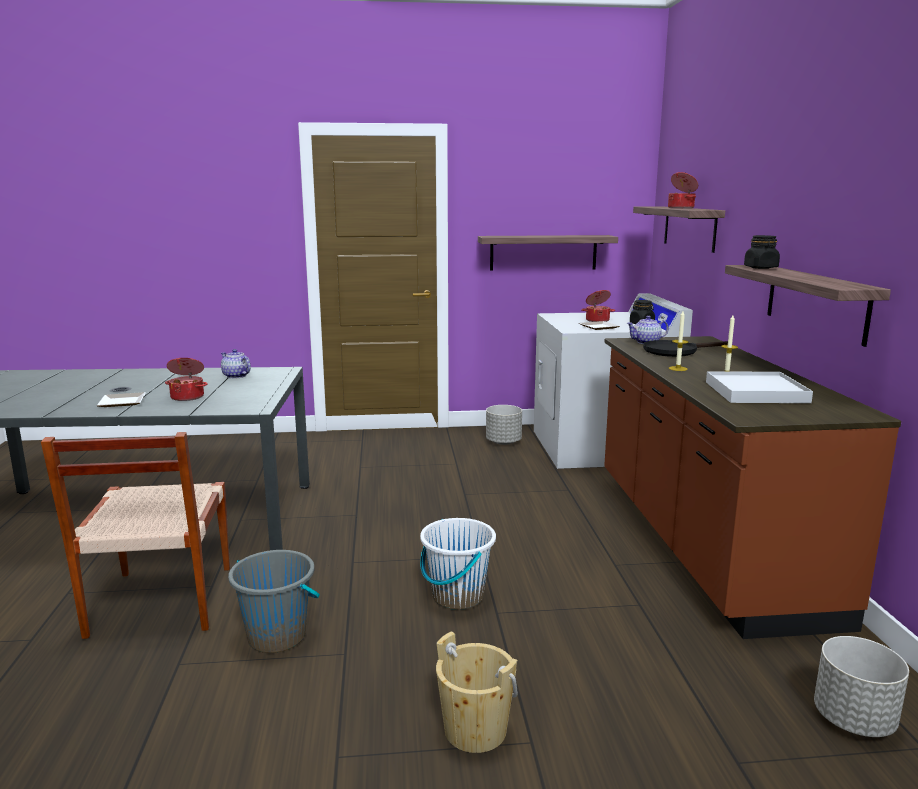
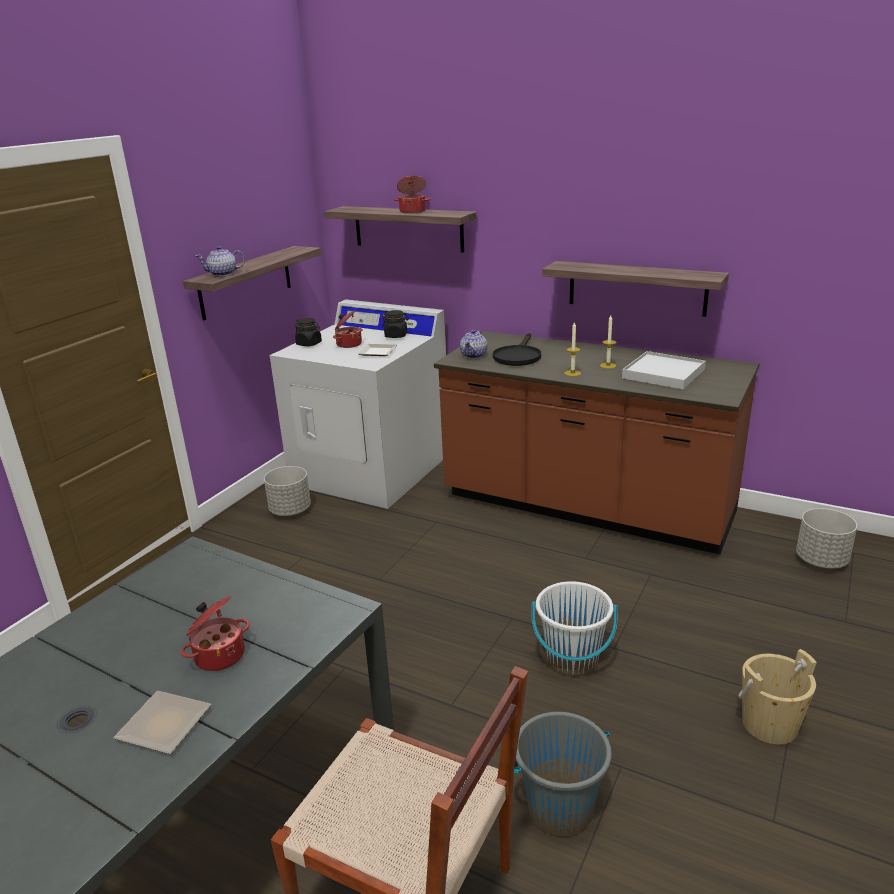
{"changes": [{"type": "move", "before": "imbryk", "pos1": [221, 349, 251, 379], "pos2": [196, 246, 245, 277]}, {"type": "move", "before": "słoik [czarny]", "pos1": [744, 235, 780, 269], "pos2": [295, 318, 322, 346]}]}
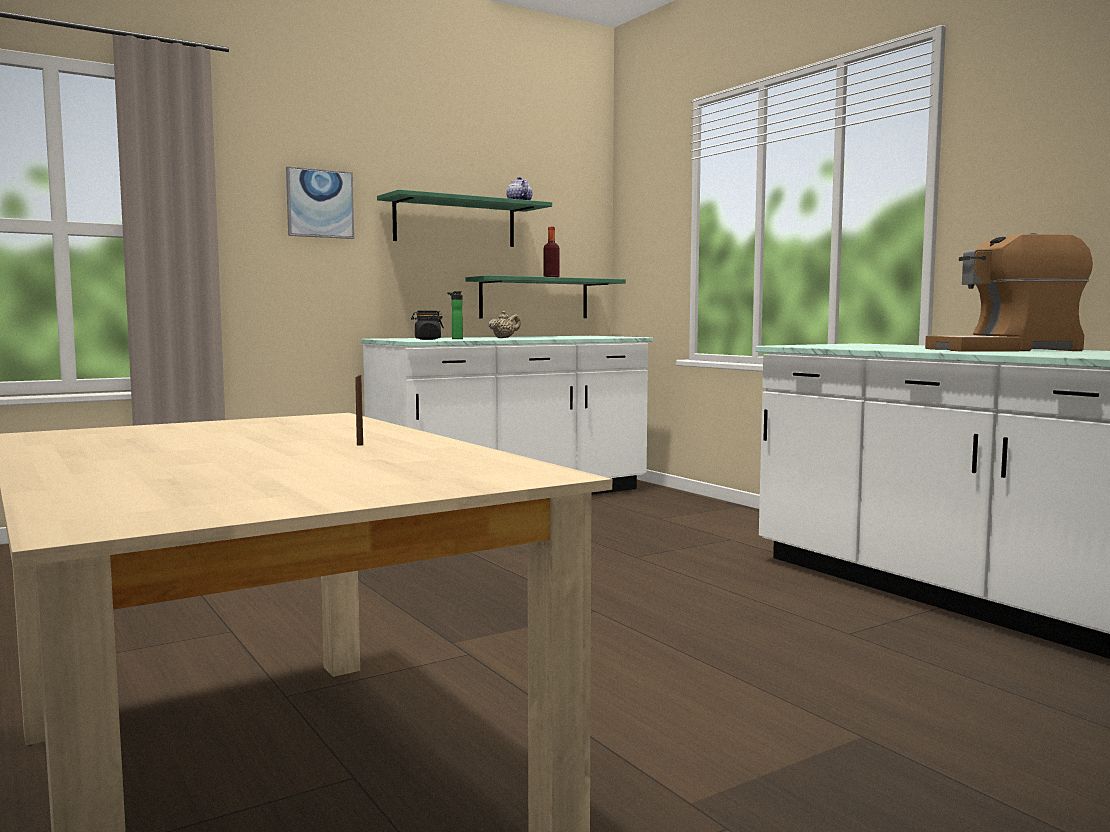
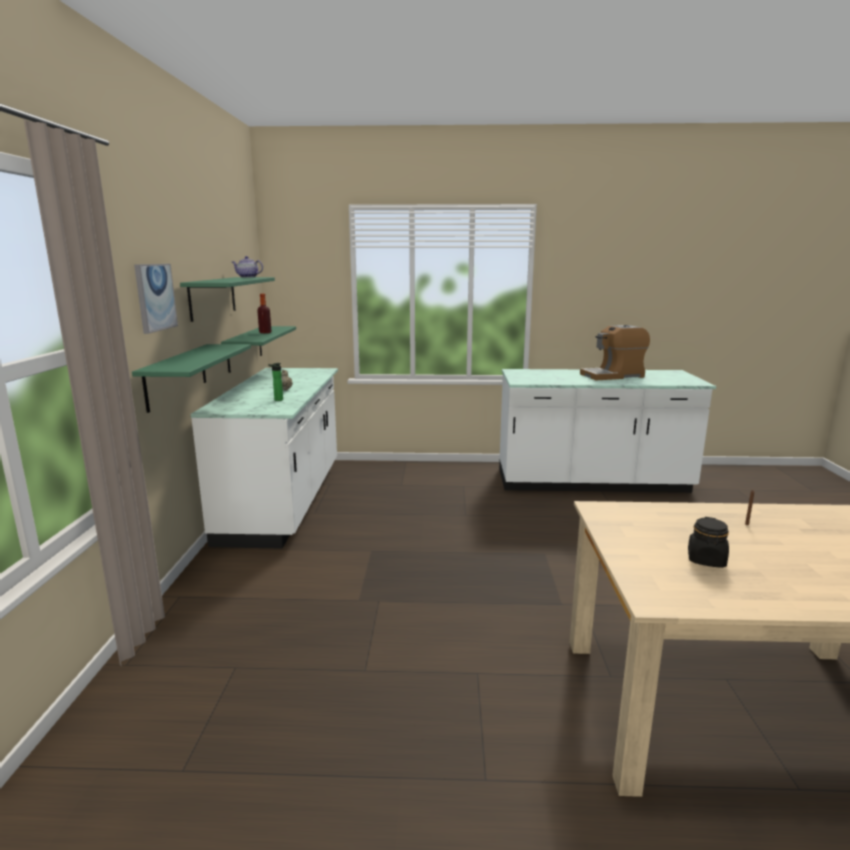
{"changes": [{"type": "insert", "after": "półka [zielony]", "pos2": [132, 344, 251, 413]}, {"type": "move", "before": "słoik [czarny]", "pos1": [411, 310, 444, 340], "pos2": [688, 517, 729, 568]}, {"type": "rotate", "before": "ekspres do kawy", "pos1": [925, 233, 1093, 352], "pos2": [580, 325, 650, 380], "turn": 45}]}
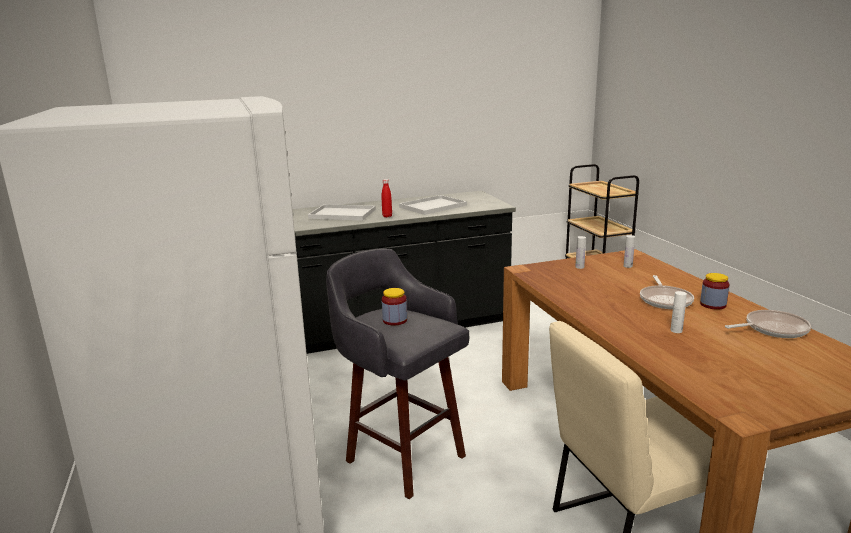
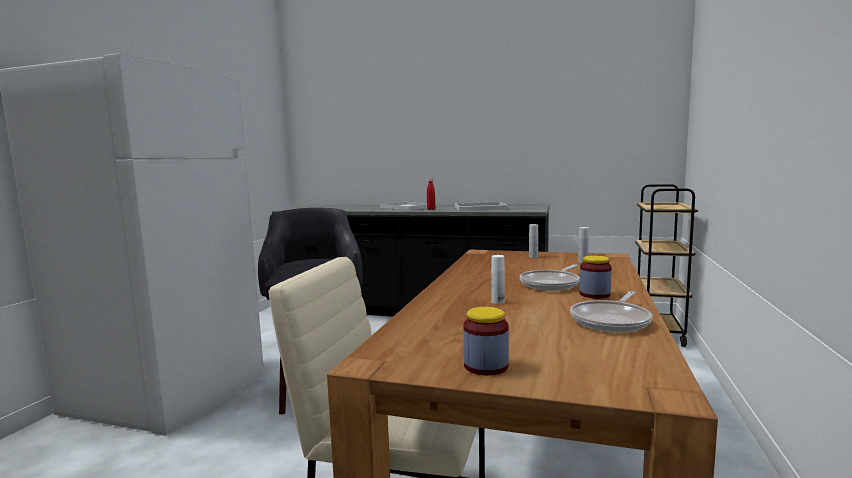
{"changes": [{"type": "move", "before": "słoik", "pos1": [382, 288, 407, 325], "pos2": [463, 307, 509, 375]}, {"type": "rotate", "before": "patelnia", "pos1": [725, 310, 811, 338], "pos2": [570, 291, 652, 332], "turn": 105}]}
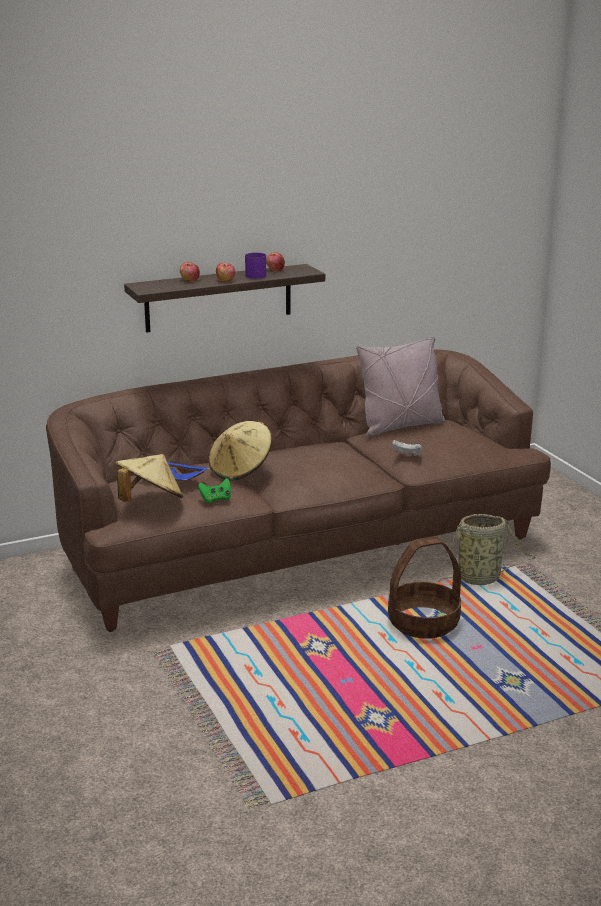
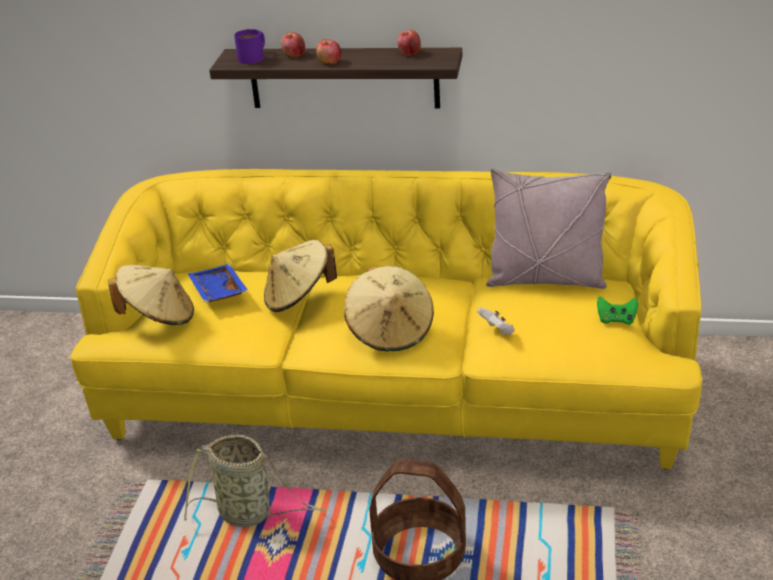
{"changes": [{"type": "insert", "after": "kapelusz [beżowy]", "pos2": [344, 266, 434, 352]}, {"type": "move", "before": "pad do gier [zielony]", "pos1": [198, 478, 231, 503], "pos2": [597, 296, 638, 325]}, {"type": "move", "before": "kubek [fioletowy]", "pos1": [245, 253, 266, 278], "pos2": [234, 29, 265, 64]}, {"type": "move", "before": "koszyk", "pos1": [438, 514, 537, 585], "pos2": [184, 435, 326, 527]}, {"type": "recolor", "before": "kanapa [brązowy]", "after": "kanapa [żółty]", "pos1": [46, 349, 551, 632], "pos2": [71, 169, 702, 470]}]}
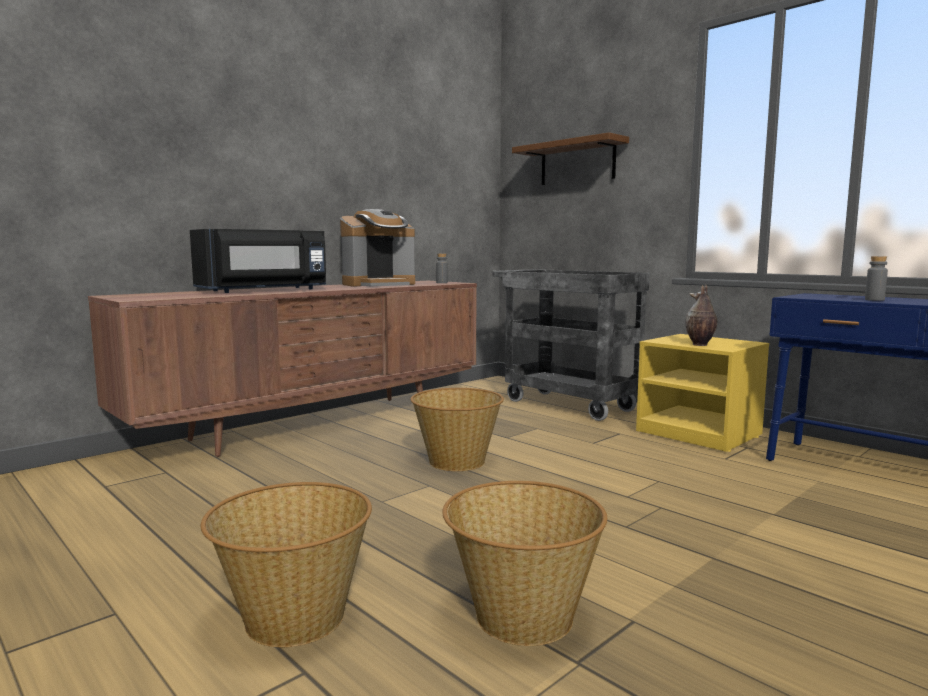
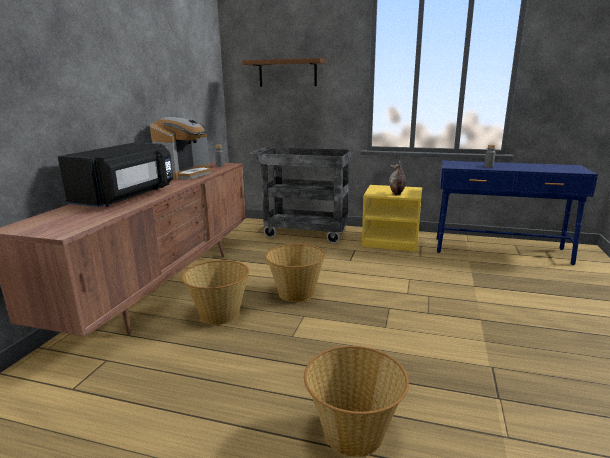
{"changes": [{"type": "move", "before": "koszyk", "pos1": [442, 481, 607, 646], "pos2": [181, 260, 249, 325]}]}
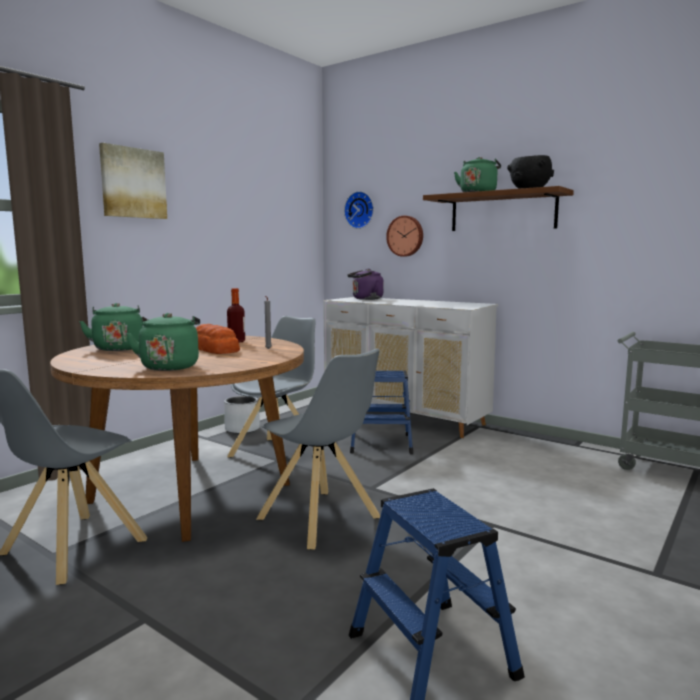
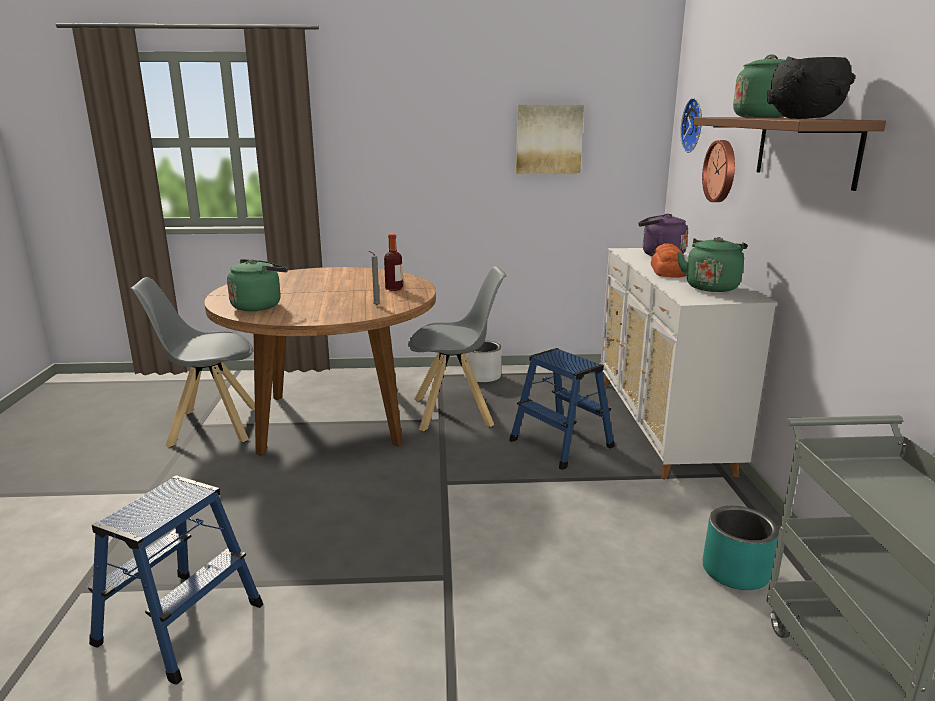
{"changes": [{"type": "delete", "before": "krzesło [szary]", "pos1": [256, 349, 380, 550]}, {"type": "insert", "after": "donica [turkusowy]", "pos2": [703, 506, 779, 590]}, {"type": "move", "before": "czajnik [zielony]", "pos1": [79, 303, 143, 351], "pos2": [677, 237, 747, 292]}, {"type": "move", "before": "obraz", "pos1": [99, 143, 167, 219], "pos2": [516, 105, 584, 173]}, {"type": "move", "before": "chleb", "pos1": [196, 324, 240, 354], "pos2": [651, 243, 686, 277]}]}
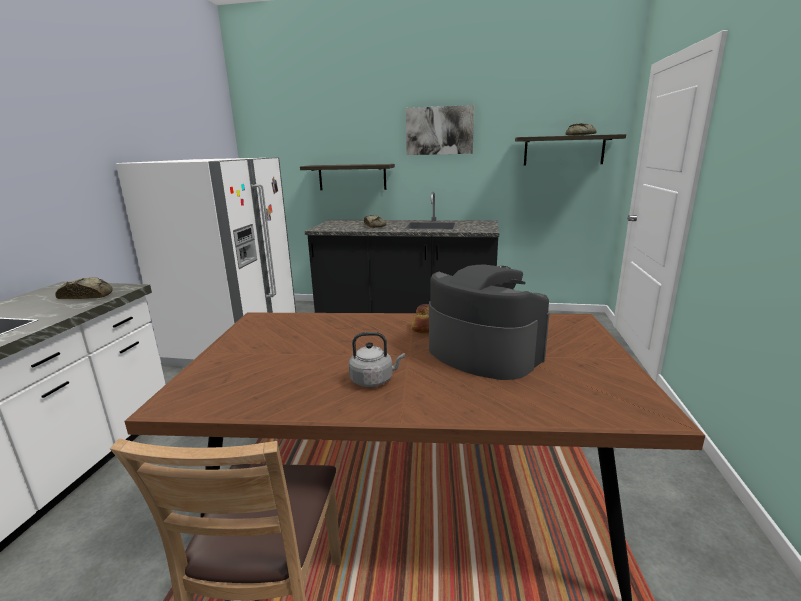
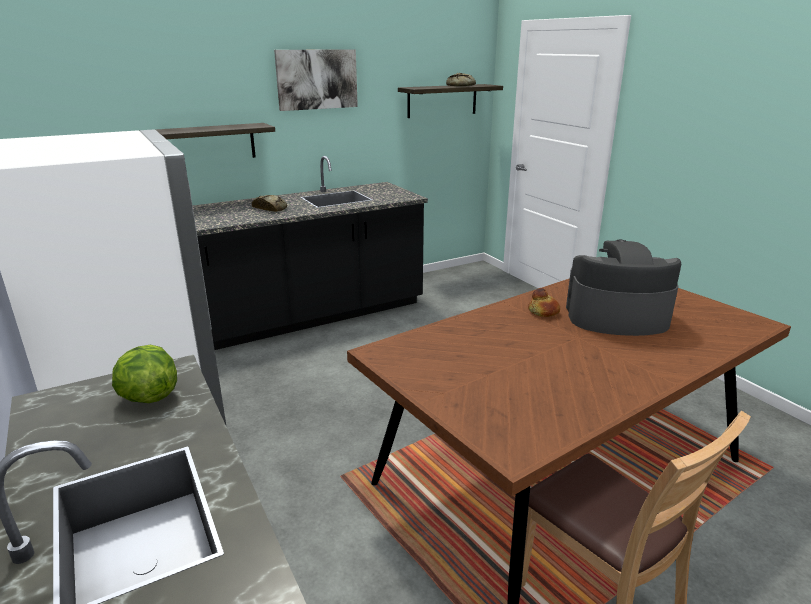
{"changes": [{"type": "delete", "before": "czajnik [szary]", "pos1": [348, 332, 405, 387]}, {"type": "replace", "before": "chleb", "after": "sałata", "pos1": [55, 277, 112, 299], "pos2": [112, 345, 177, 403]}]}
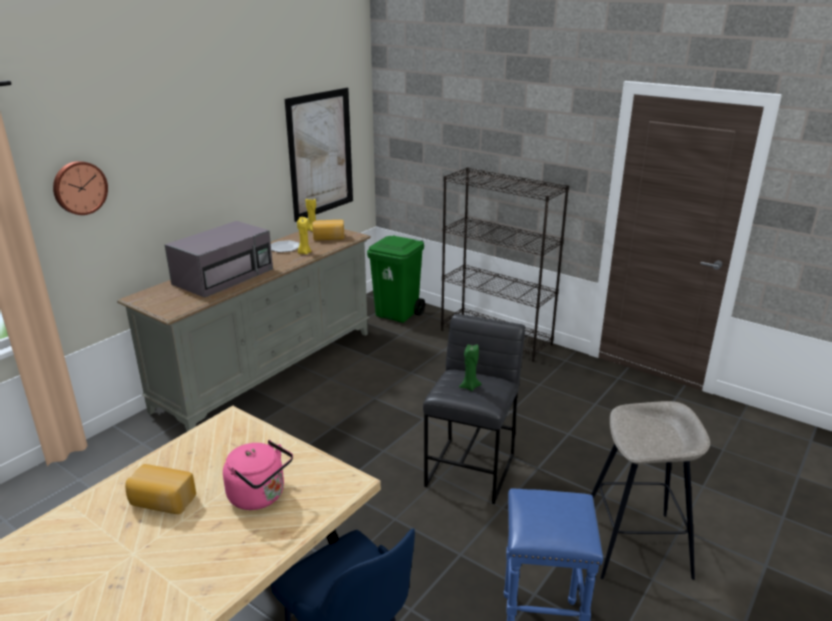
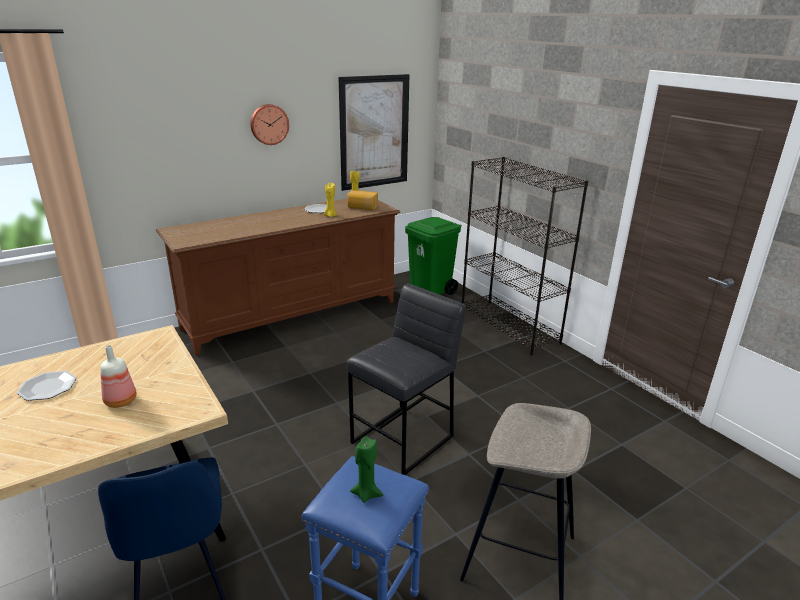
{"changes": [{"type": "delete", "before": "mikrofalówka [szary]", "pos1": [165, 221, 273, 298]}, {"type": "move", "before": "zegar ścienny", "pos1": [53, 161, 108, 215], "pos2": [250, 104, 289, 145]}, {"type": "move", "before": "świeca [zielony]", "pos1": [459, 344, 482, 391], "pos2": [350, 436, 383, 503]}, {"type": "replace", "before": "chleb", "after": "talerz", "pos1": [125, 464, 196, 514], "pos2": [17, 371, 77, 401]}, {"type": "replace", "before": "czajnik [różowy]", "after": "butelka", "pos1": [223, 440, 293, 510], "pos2": [100, 345, 137, 408]}, {"type": "recolor", "before": "szafka [szary]", "after": "szafka [brązowy]", "pos1": [117, 229, 371, 432], "pos2": [156, 199, 401, 356]}]}
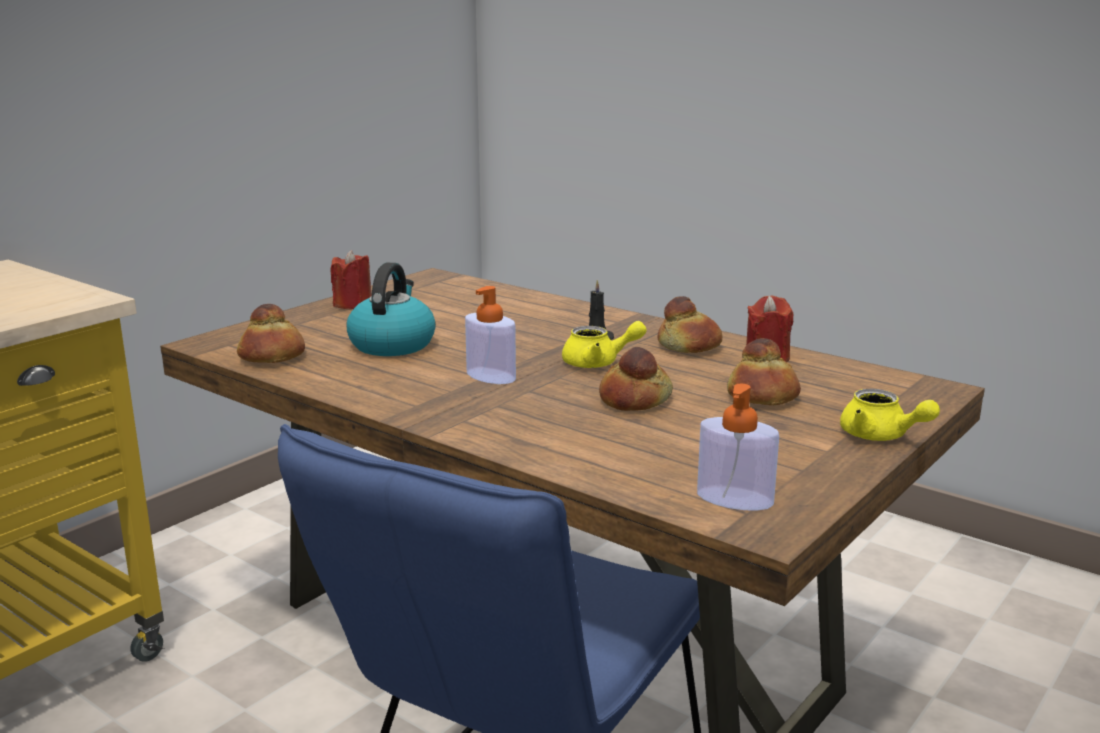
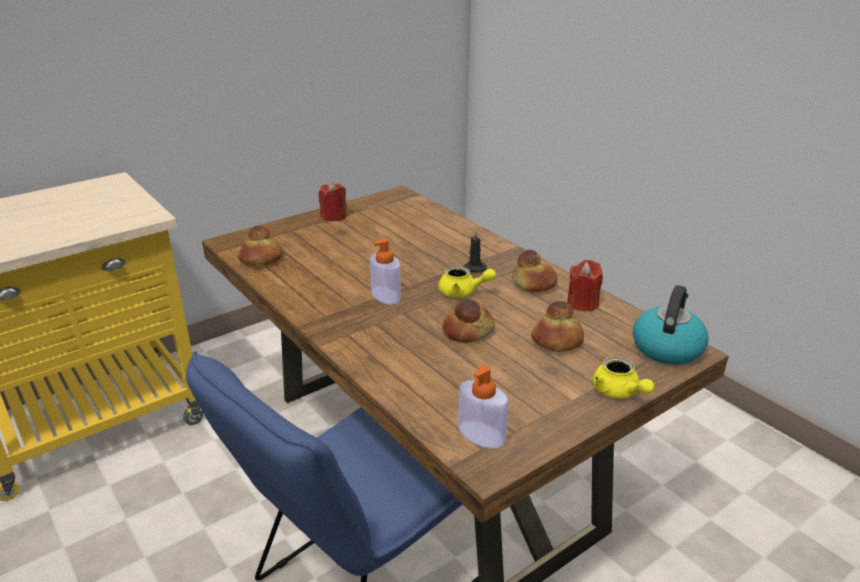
{"changes": [{"type": "move", "before": "czajnik", "pos1": [347, 262, 436, 356], "pos2": [633, 285, 708, 365]}]}
